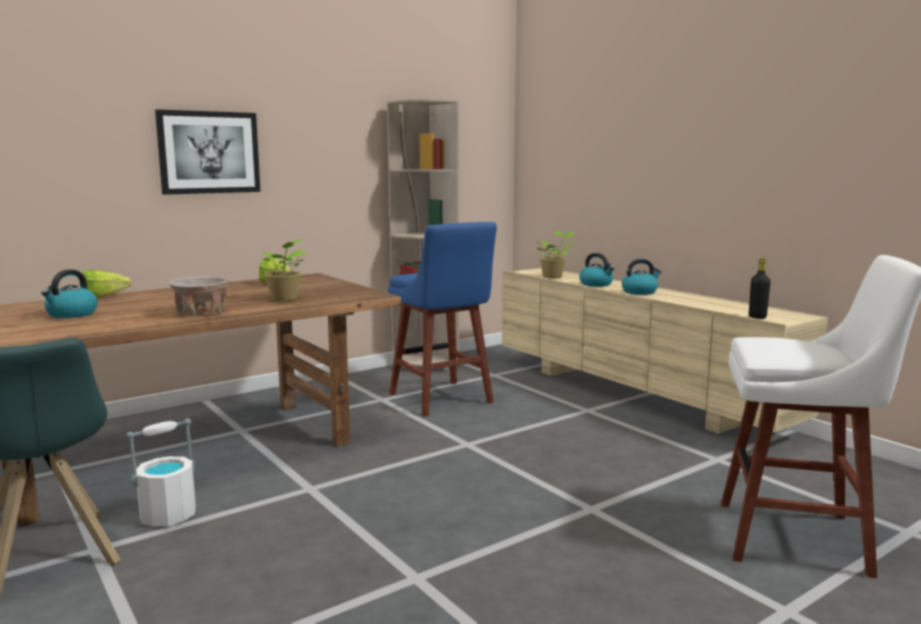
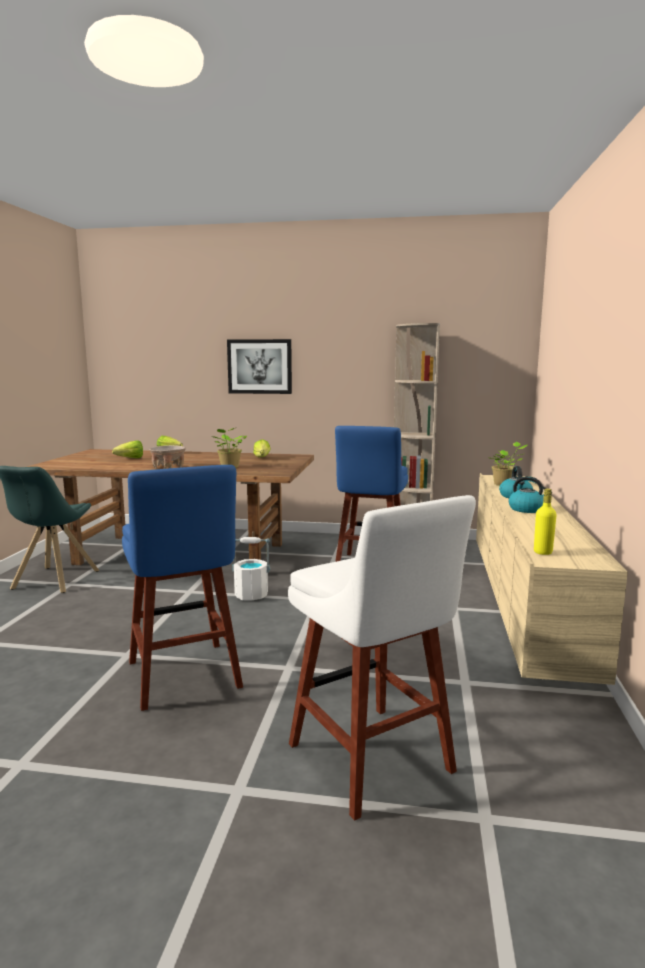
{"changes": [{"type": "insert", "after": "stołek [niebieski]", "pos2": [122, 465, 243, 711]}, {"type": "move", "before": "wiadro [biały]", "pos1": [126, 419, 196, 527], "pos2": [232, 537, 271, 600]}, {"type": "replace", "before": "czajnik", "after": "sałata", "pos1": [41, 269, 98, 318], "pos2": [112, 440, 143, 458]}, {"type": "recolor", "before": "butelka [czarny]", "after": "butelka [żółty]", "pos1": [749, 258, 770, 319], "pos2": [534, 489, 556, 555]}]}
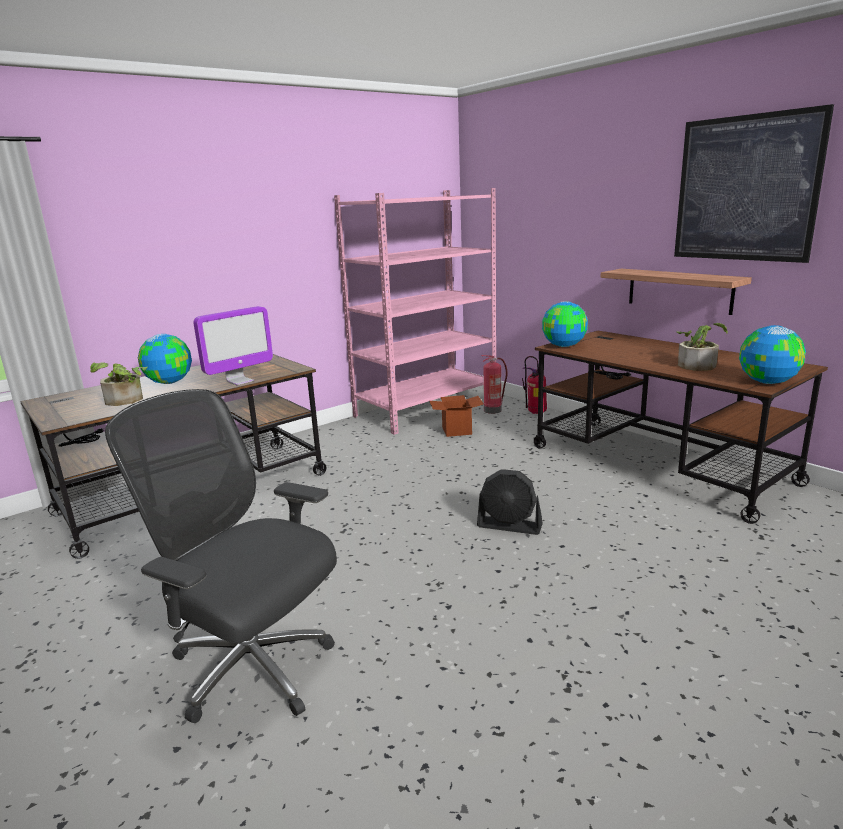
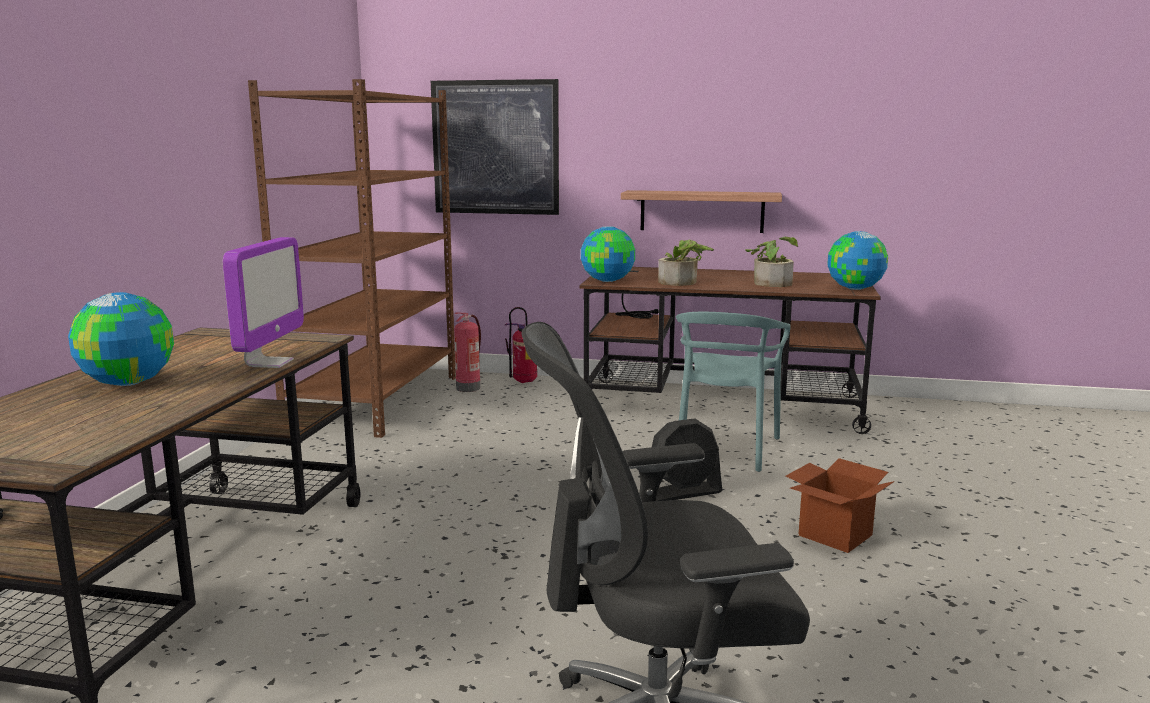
{"changes": [{"type": "insert", "after": "krzesło [turkusowy]", "pos2": [676, 312, 791, 472]}, {"type": "move", "before": "roślina doniczkowa", "pos1": [90, 362, 148, 406], "pos2": [658, 240, 714, 286]}, {"type": "move", "before": "karton", "pos1": [429, 395, 484, 437], "pos2": [786, 458, 895, 553]}, {"type": "move", "before": "obraz", "pos1": [674, 104, 834, 263], "pos2": [431, 79, 559, 215]}, {"type": "recolor", "before": "regał [różowy]", "after": "regał [brązowy]", "pos1": [334, 188, 496, 435], "pos2": [248, 79, 456, 438]}]}
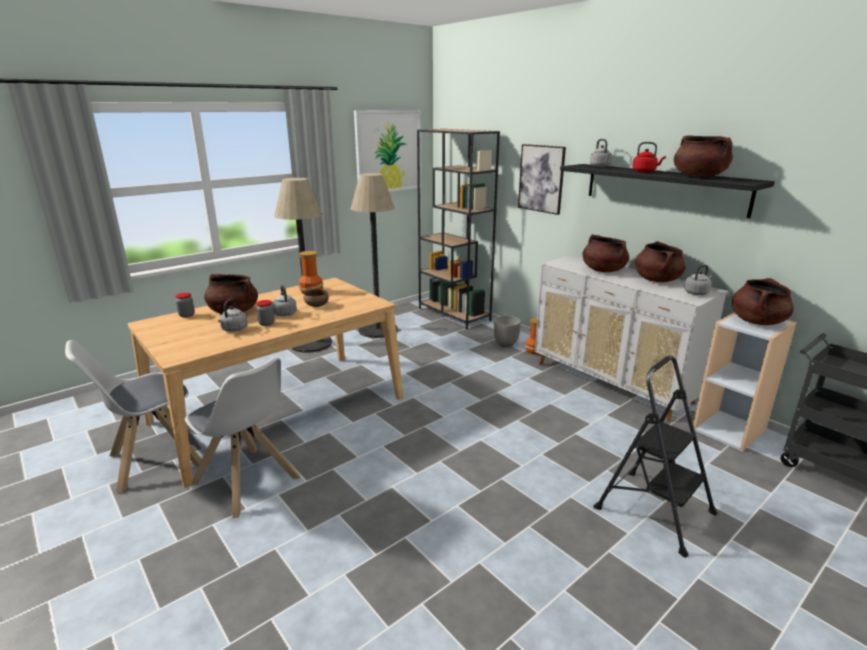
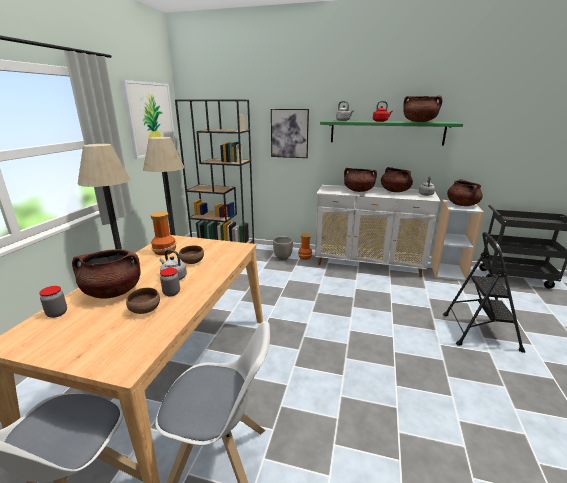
{"changes": [{"type": "replace", "before": "czajnik [szary]", "after": "miska [brązowy]", "pos1": [218, 298, 248, 332], "pos2": [126, 288, 160, 314]}, {"type": "recolor", "before": "półka [czarny]", "after": "półka [zielony]", "pos1": [560, 164, 775, 218], "pos2": [320, 120, 463, 145]}]}
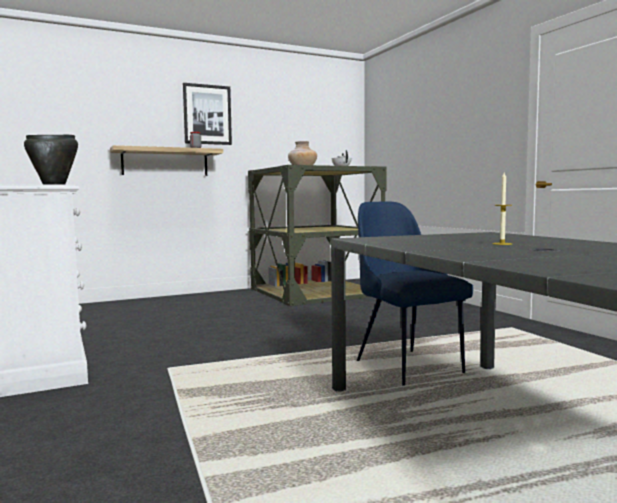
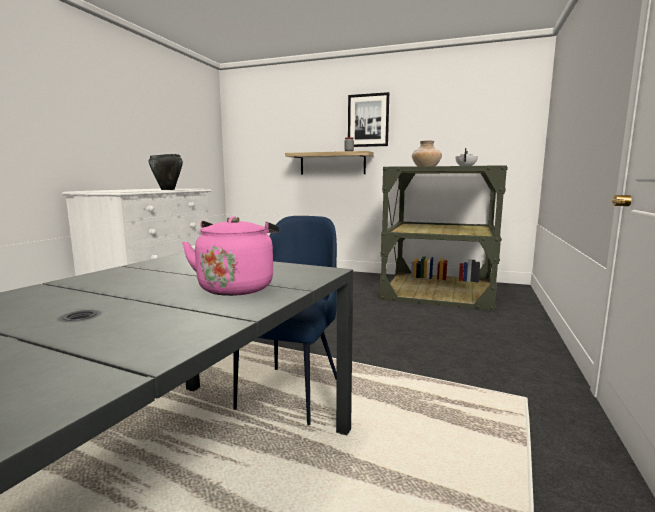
{"changes": [{"type": "delete", "before": "świeca", "pos1": [492, 173, 512, 245]}, {"type": "insert", "after": "czajnik [różowy]", "pos2": [182, 216, 279, 296]}]}
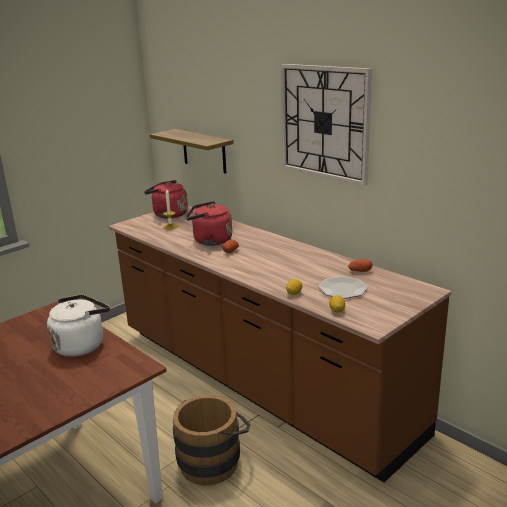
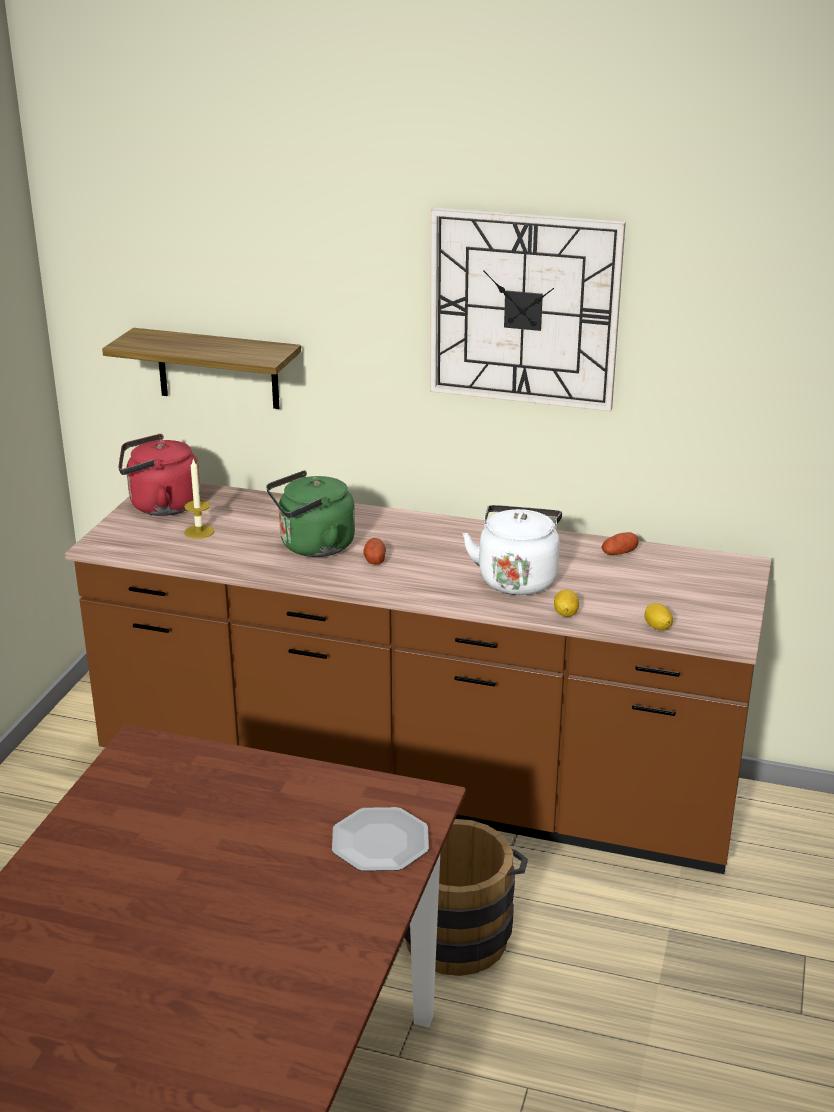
{"changes": [{"type": "move", "before": "czajnik [biały]", "pos1": [47, 295, 110, 357], "pos2": [463, 505, 562, 595]}, {"type": "move", "before": "talerz", "pos1": [318, 276, 368, 299], "pos2": [332, 807, 429, 871]}, {"type": "recolor", "before": "czajnik [czerwony]", "after": "czajnik [zielony]", "pos1": [186, 201, 232, 246], "pos2": [266, 470, 355, 557]}]}
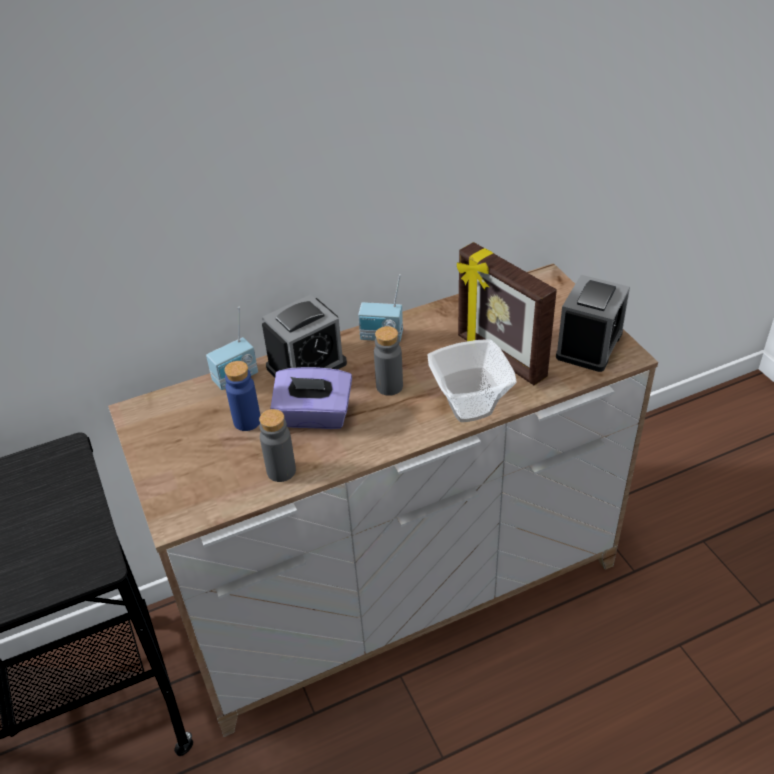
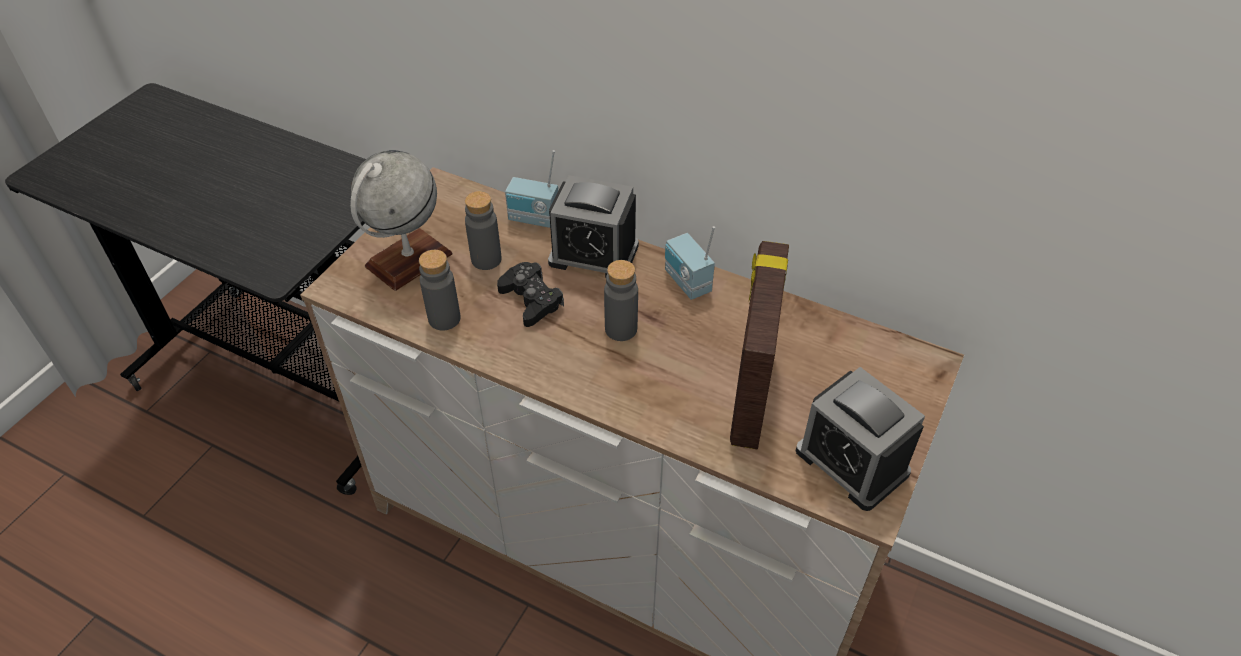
{"changes": [{"type": "delete", "before": "miska", "pos1": [428, 339, 517, 422]}, {"type": "insert", "after": "globus", "pos2": [350, 150, 453, 291]}, {"type": "replace", "before": "pudełko chusteczek [fioletowy]", "after": "pad do gier [czarny]", "pos1": [270, 367, 352, 429], "pos2": [497, 262, 564, 327]}, {"type": "recolor", "before": "butelka [niebieski]", "after": "butelka [szary]", "pos1": [224, 361, 260, 431], "pos2": [465, 191, 502, 270]}, {"type": "rotate", "before": "budzik", "pos1": [556, 275, 630, 372], "pos2": [796, 367, 925, 511], "turn": 60}]}
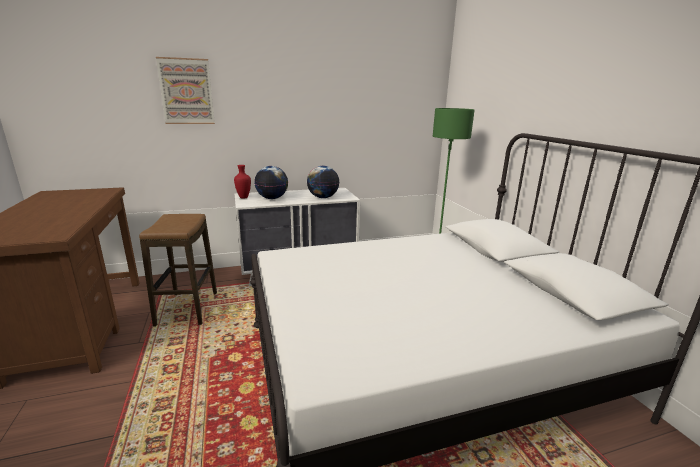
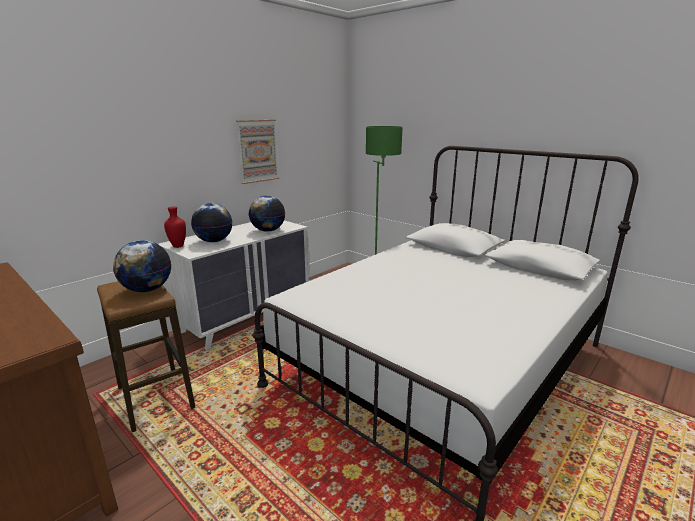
{"changes": [{"type": "insert", "after": "globus", "pos2": [113, 240, 171, 292]}, {"type": "move", "before": "obraz", "pos1": [156, 57, 215, 124], "pos2": [236, 120, 279, 184]}]}
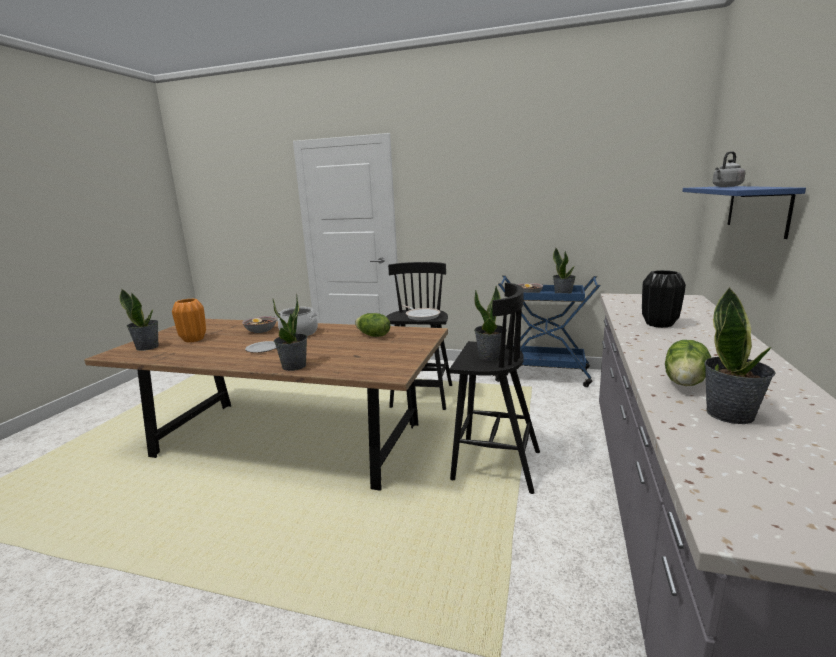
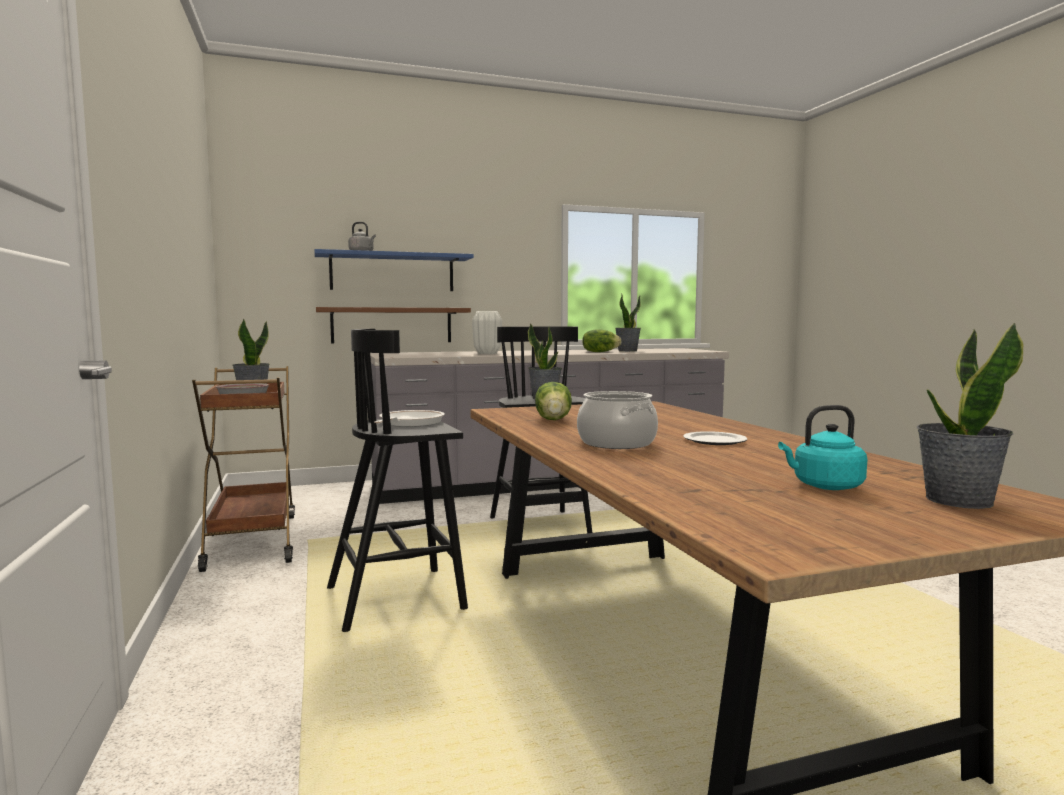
{"changes": [{"type": "delete", "before": "miska", "pos1": [242, 316, 277, 333]}, {"type": "delete", "before": "roślina doniczkowa", "pos1": [272, 294, 307, 371]}, {"type": "insert", "after": "półka [brązowy]", "pos2": [316, 307, 471, 343]}, {"type": "replace", "before": "wazon [pomarańczowy]", "after": "czajnik [turkusowy]", "pos1": [172, 298, 206, 343], "pos2": [778, 405, 867, 490]}, {"type": "recolor", "before": "wózek [niebieski]", "after": "wózek [brązowy]", "pos1": [493, 275, 601, 387], "pos2": [192, 366, 295, 572]}, {"type": "recolor", "before": "wazon [czarny]", "after": "wazon [biały]", "pos1": [642, 270, 686, 328], "pos2": [472, 311, 502, 354]}]}
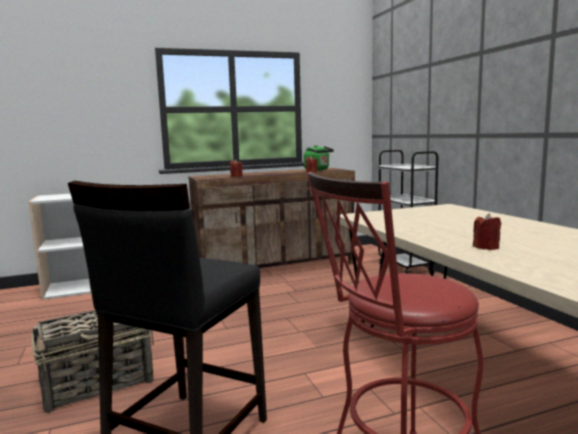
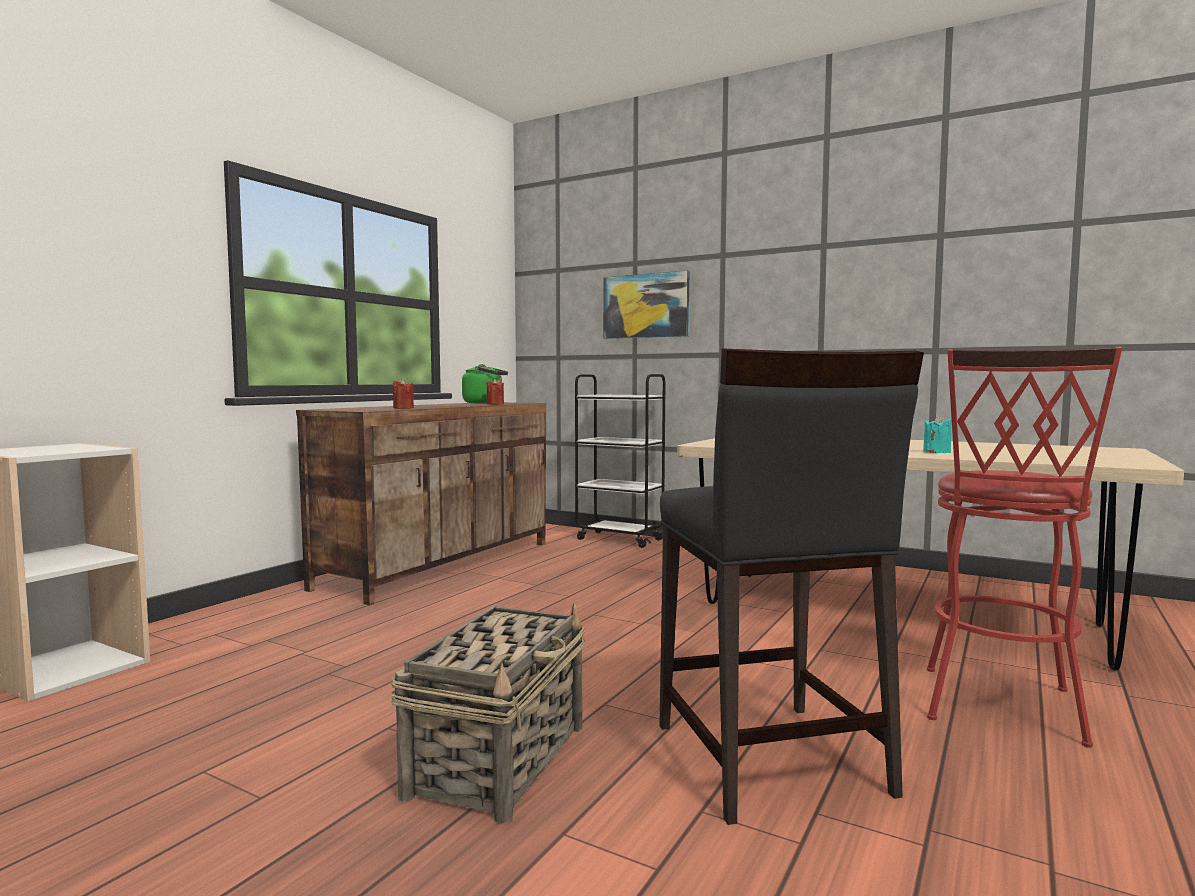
{"changes": [{"type": "insert", "after": "obraz", "pos2": [603, 270, 689, 339]}, {"type": "recolor", "before": "świeca [czerwony]", "after": "świeca [turkusowy]", "pos1": [473, 213, 501, 250], "pos2": [923, 415, 952, 453]}]}
